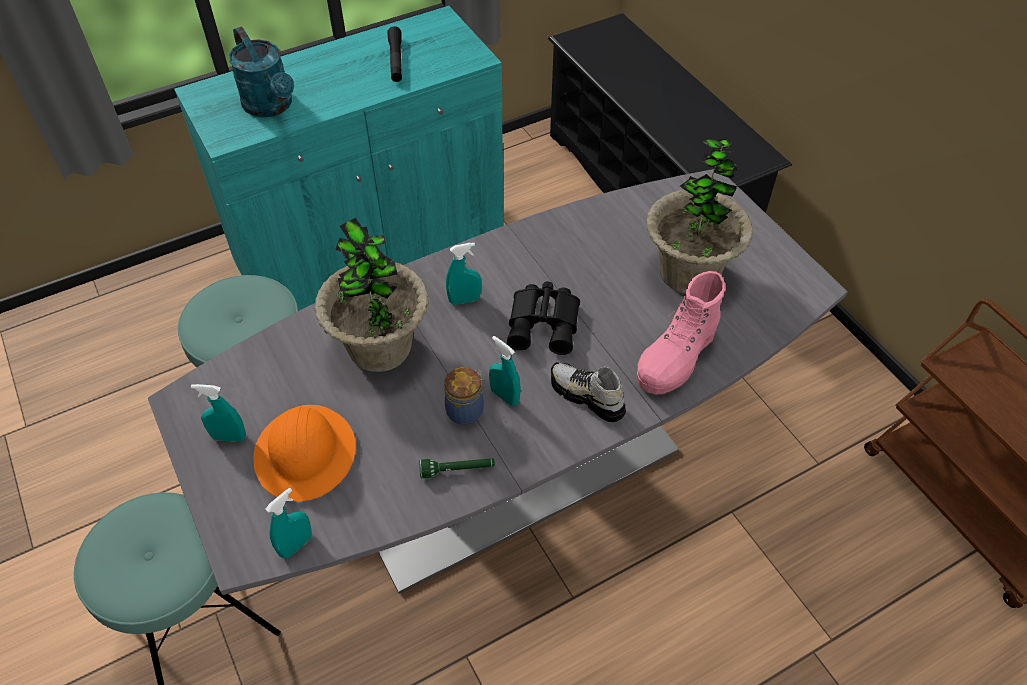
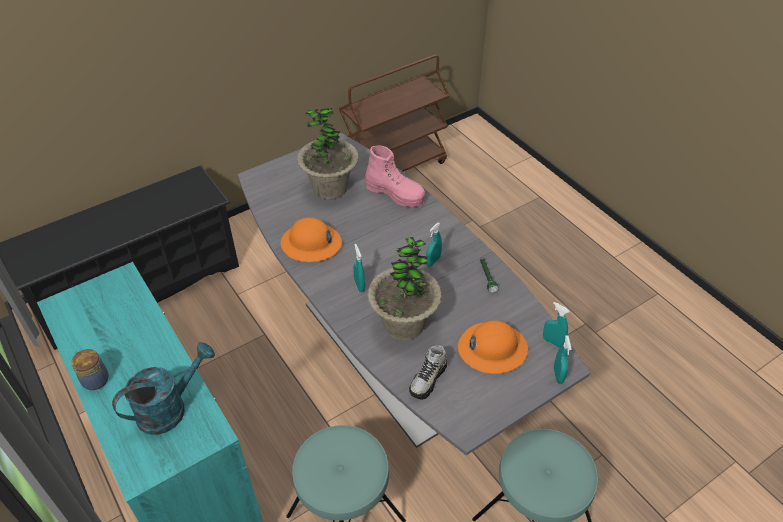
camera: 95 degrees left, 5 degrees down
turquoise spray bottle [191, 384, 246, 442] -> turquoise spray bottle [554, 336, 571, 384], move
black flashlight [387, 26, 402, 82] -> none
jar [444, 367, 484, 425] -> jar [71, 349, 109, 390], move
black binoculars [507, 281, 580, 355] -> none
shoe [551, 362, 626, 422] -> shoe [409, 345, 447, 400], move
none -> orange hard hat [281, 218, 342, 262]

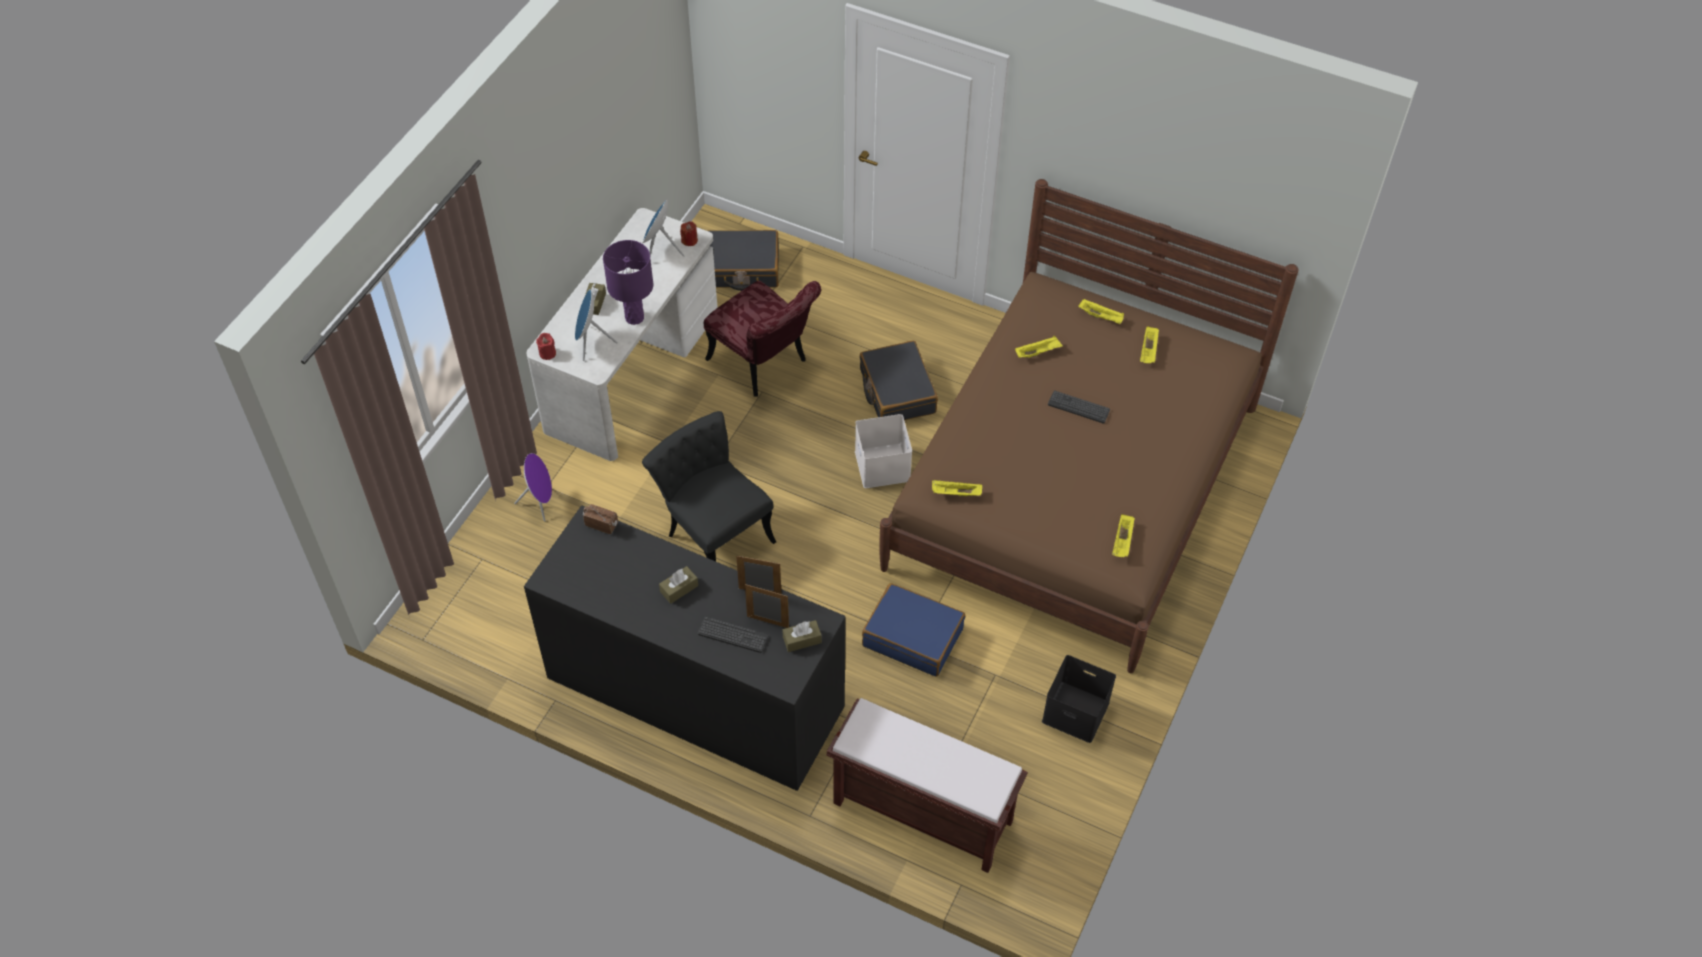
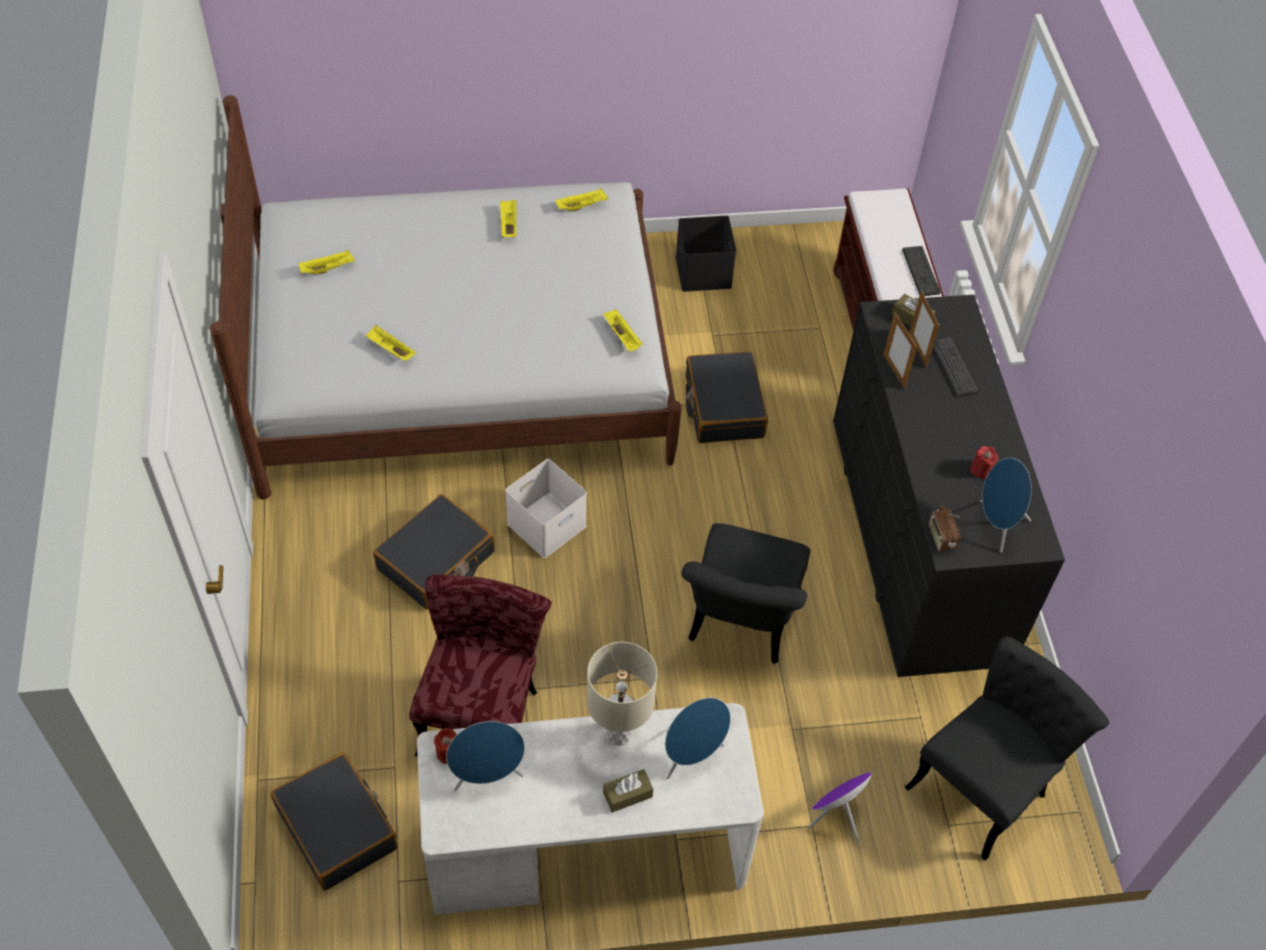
camera: 125 degrees left, 0 degrees up
red candle [536, 333, 556, 360] -> red candle [970, 446, 998, 479], move
purple table lamp [603, 240, 653, 325] -> beige table lamp [587, 642, 657, 746]
brown tissue box [659, 566, 698, 604] -> none
blue suitcase [862, 583, 965, 676] -> black suitcase [686, 351, 768, 443]
brown bed [879, 179, 1299, 673] -> white bed [210, 95, 681, 500]
keyboard [1048, 391, 1110, 424] -> keyboard [902, 246, 940, 296], move
yellow tray [1078, 299, 1124, 324] -> yellow tray [500, 200, 517, 237], move
none -> black chair [905, 637, 1110, 861]
none -> blue speaker [980, 458, 1032, 553]

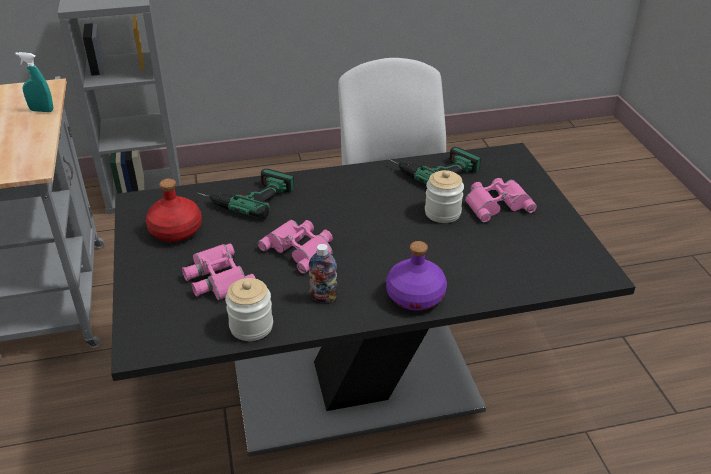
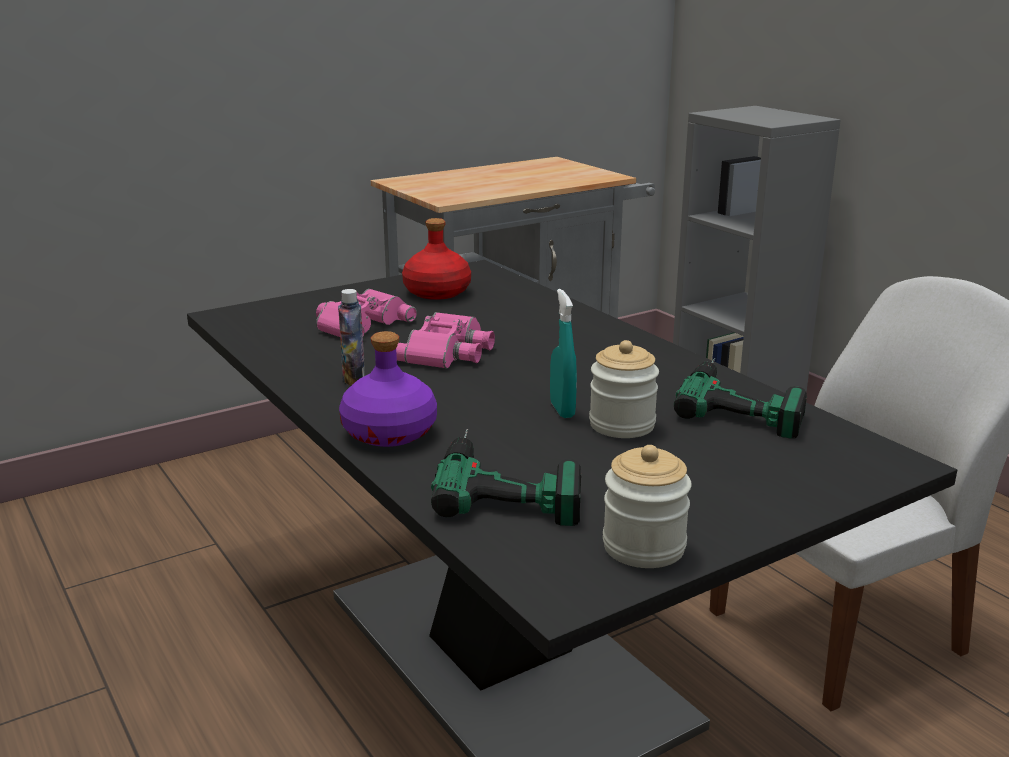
camera: 70 degrees right, 15 degrees down
turquoise spray bottle [15, 52, 53, 112] -> turquoise spray bottle [550, 289, 577, 418], move
power drill [197, 169, 294, 219] -> power drill [431, 429, 581, 526], move
jar [225, 278, 273, 341] -> jar [603, 445, 692, 568], move
pink binoculars [465, 178, 537, 223] -> none

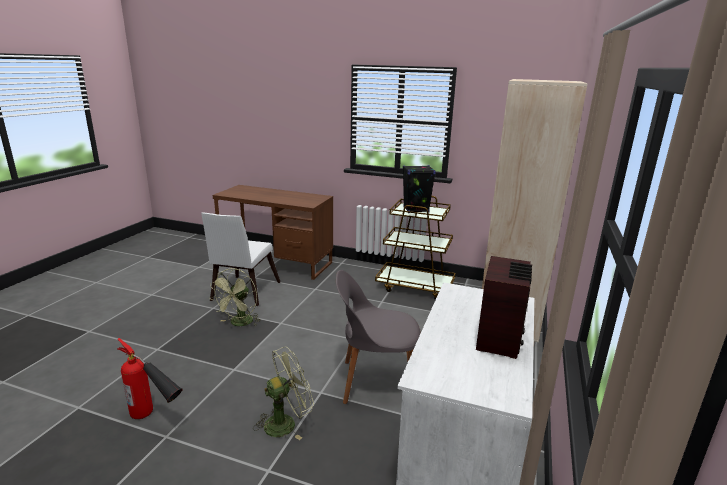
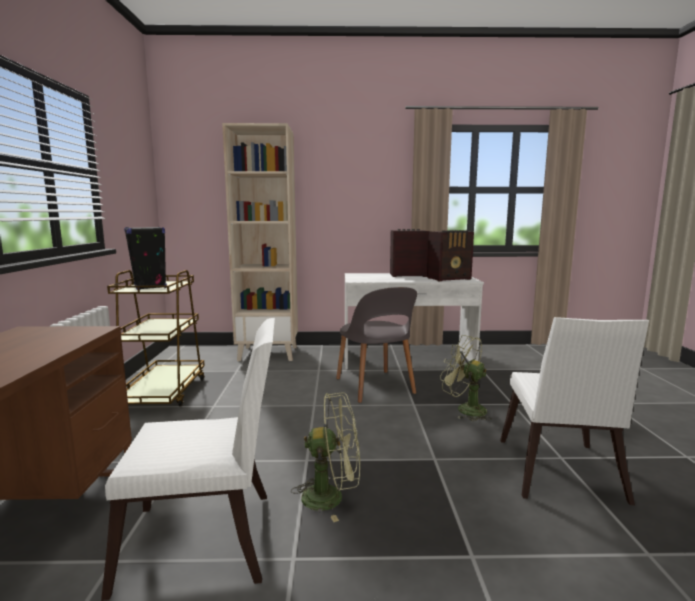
camera: 110 degrees left, 10 degrees down
fire extinguisher [117, 338, 183, 419] -> white chair [500, 317, 649, 505]
none -> radio [427, 230, 474, 281]

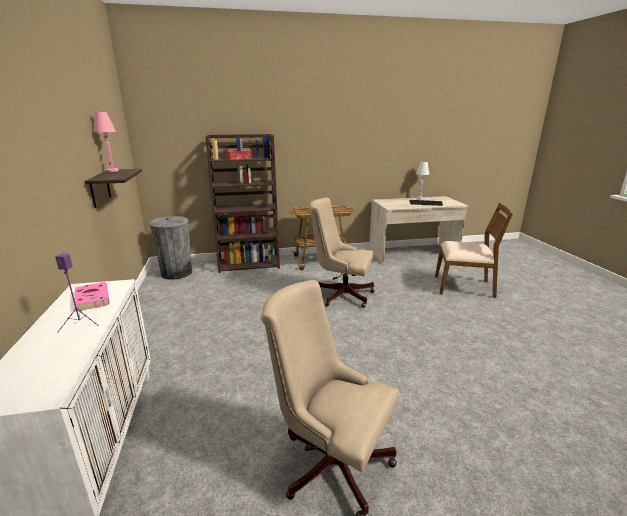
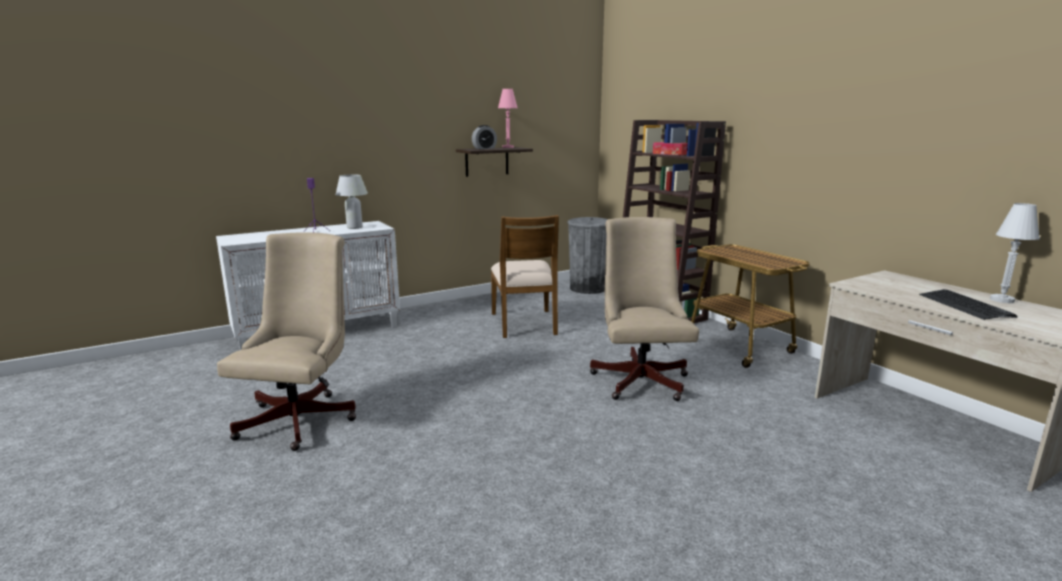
camera: 70 degrees right, 5 degrees down
pink book [74, 282, 110, 311] -> white table lamp [336, 175, 368, 229]
brown chair [435, 203, 513, 298] -> brown chair [491, 215, 559, 338], move
none -> alarm clock [472, 125, 497, 149]

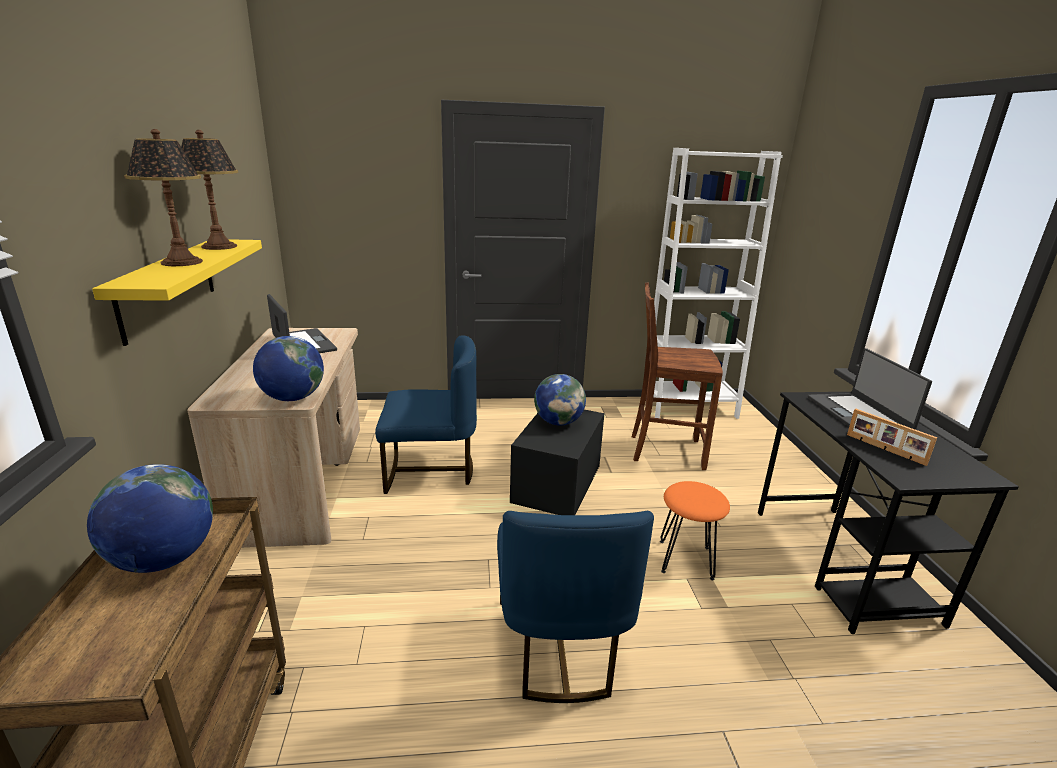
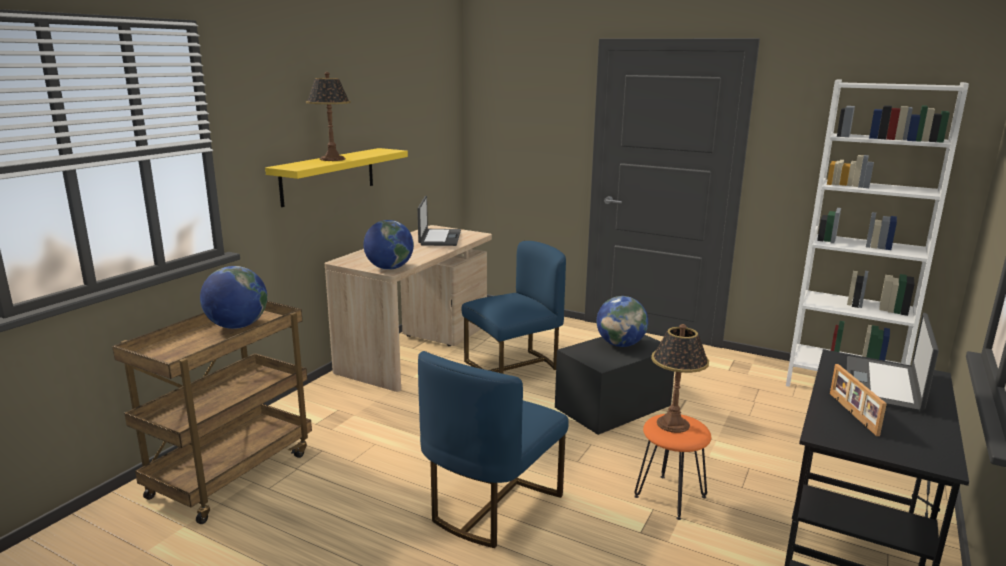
camera: 35 degrees right, 5 degrees down
table lamp [181, 130, 238, 250] -> table lamp [651, 324, 709, 433], move
blue chair [375, 335, 477, 494] -> blue chair [462, 241, 566, 374], 60 degrees counterclockwise
brown chair [632, 283, 723, 470] -> none

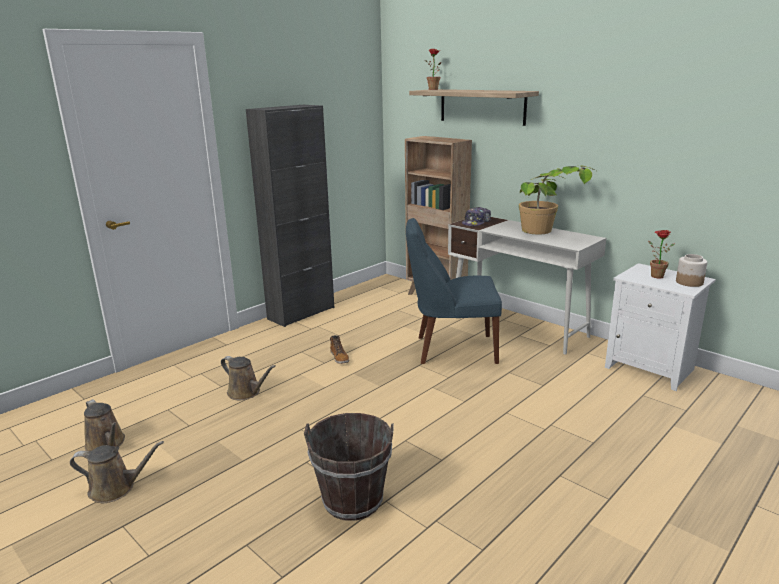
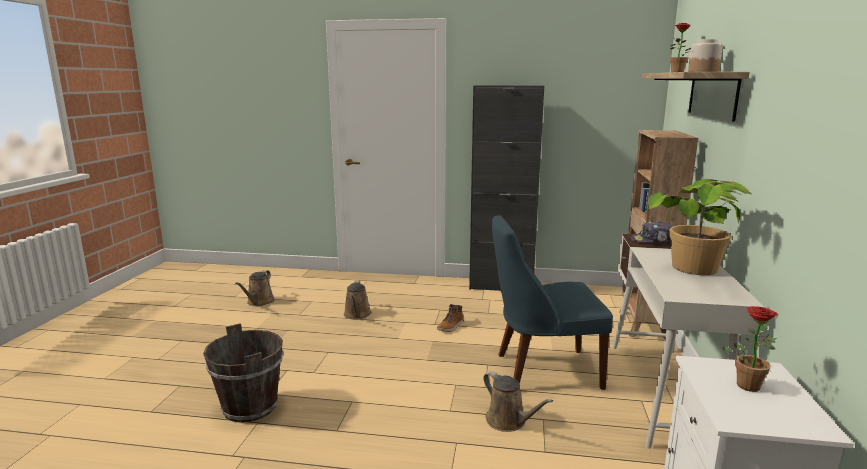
camera: 55 degrees right, 5 degrees down
brown watering can [70, 441, 164, 503] -> brown watering can [483, 371, 553, 432], move
blue chair [406, 218, 502, 364] -> blue chair [492, 215, 613, 390], 60 degrees counterclockwise
jar [676, 254, 707, 287] -> jar [688, 39, 723, 72], move

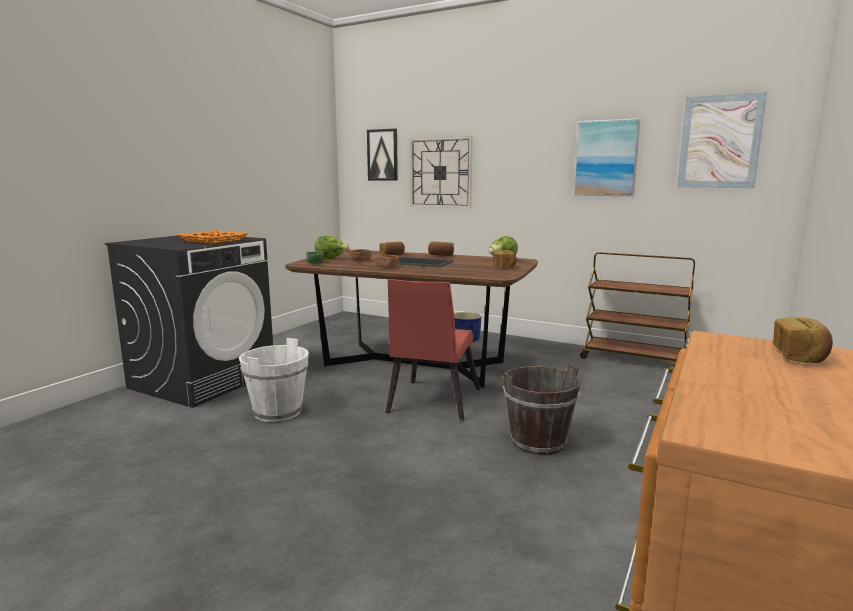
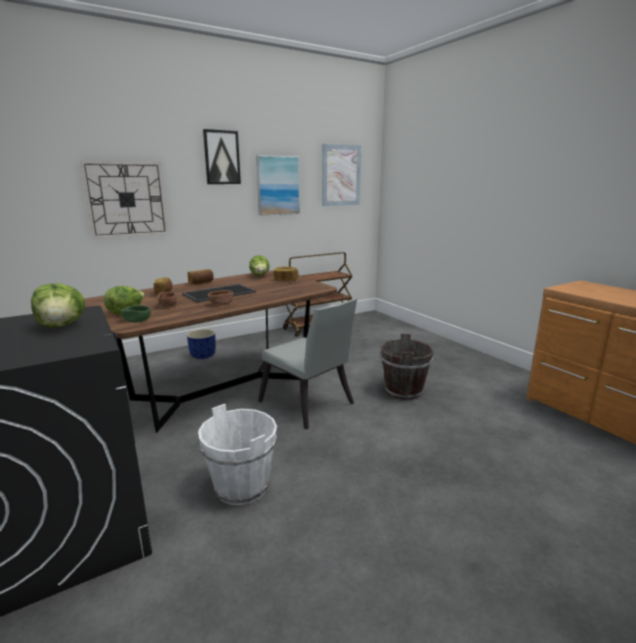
camera: 60 degrees left, 5 degrees up
orange tray [177, 230, 248, 244] -> lettuce [31, 284, 85, 327]
picture [367, 129, 398, 181] -> picture [203, 129, 241, 184], move
red chair [385, 279, 480, 421] -> grey chair [258, 299, 357, 430]
bread [773, 317, 833, 363] -> none

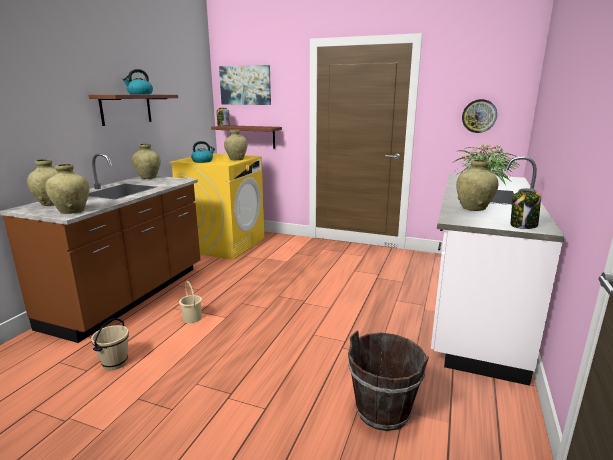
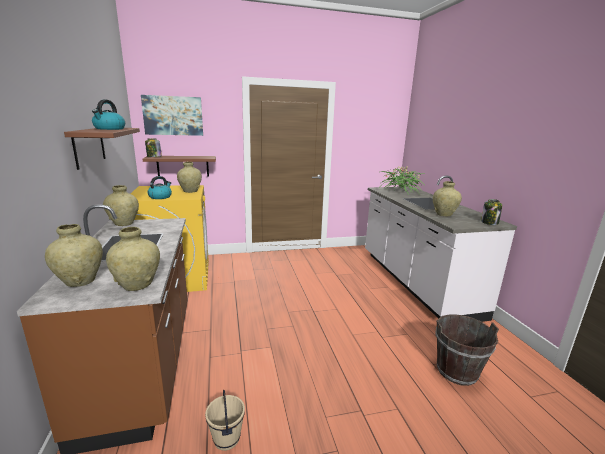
camera: 35 degrees left, 0 degrees up
beige bucket [179, 281, 202, 323] -> none
wall clock [462, 99, 497, 133] -> none

